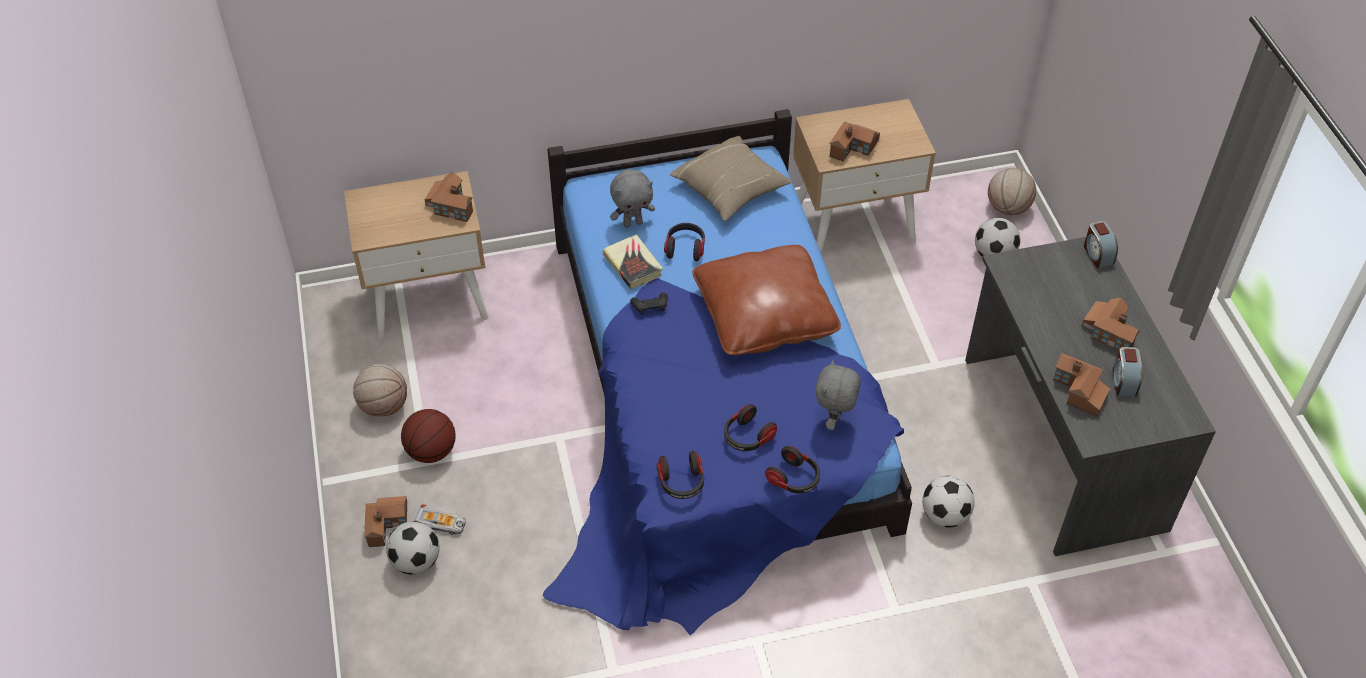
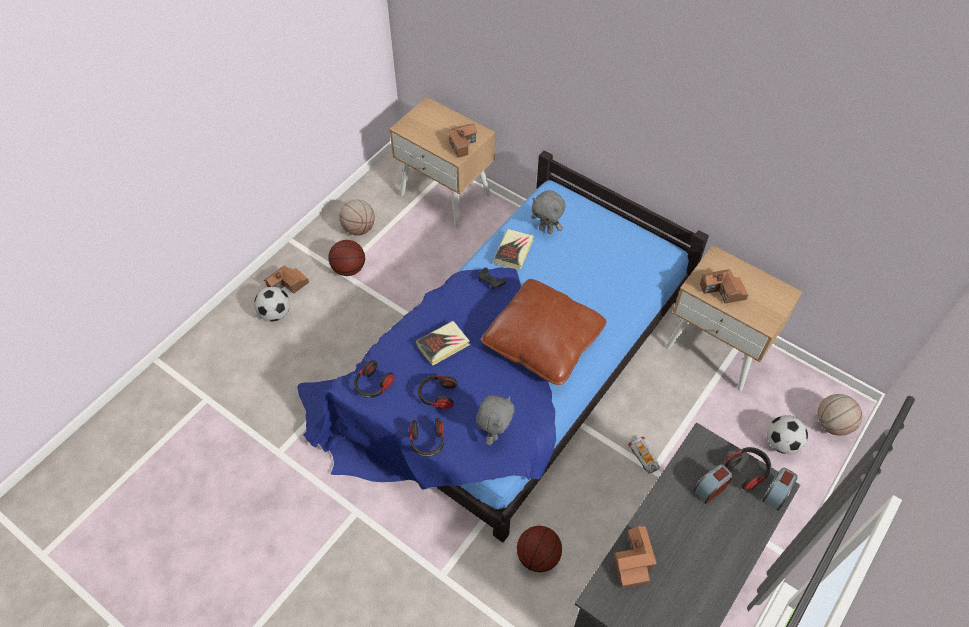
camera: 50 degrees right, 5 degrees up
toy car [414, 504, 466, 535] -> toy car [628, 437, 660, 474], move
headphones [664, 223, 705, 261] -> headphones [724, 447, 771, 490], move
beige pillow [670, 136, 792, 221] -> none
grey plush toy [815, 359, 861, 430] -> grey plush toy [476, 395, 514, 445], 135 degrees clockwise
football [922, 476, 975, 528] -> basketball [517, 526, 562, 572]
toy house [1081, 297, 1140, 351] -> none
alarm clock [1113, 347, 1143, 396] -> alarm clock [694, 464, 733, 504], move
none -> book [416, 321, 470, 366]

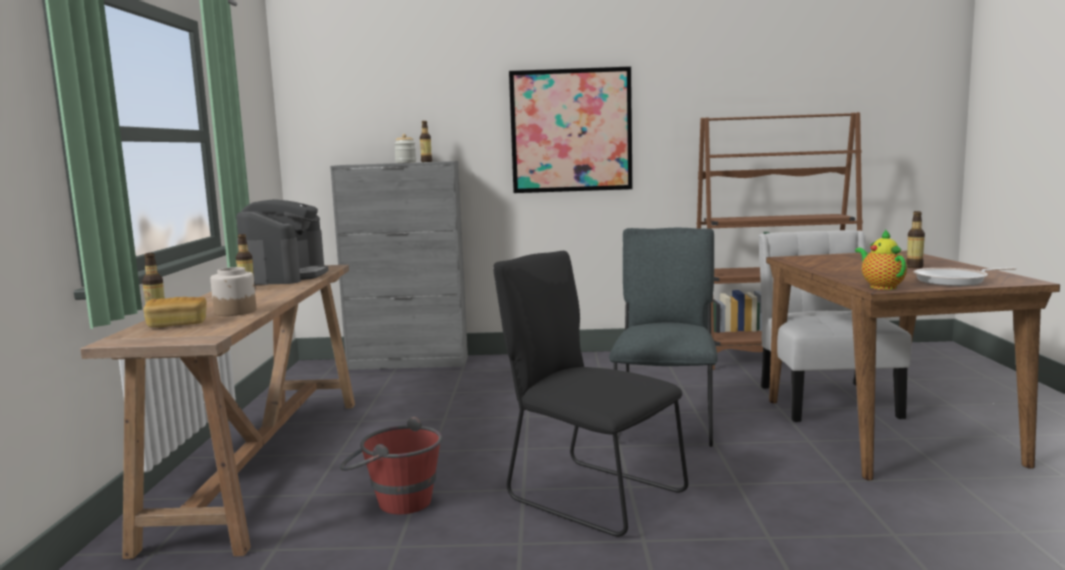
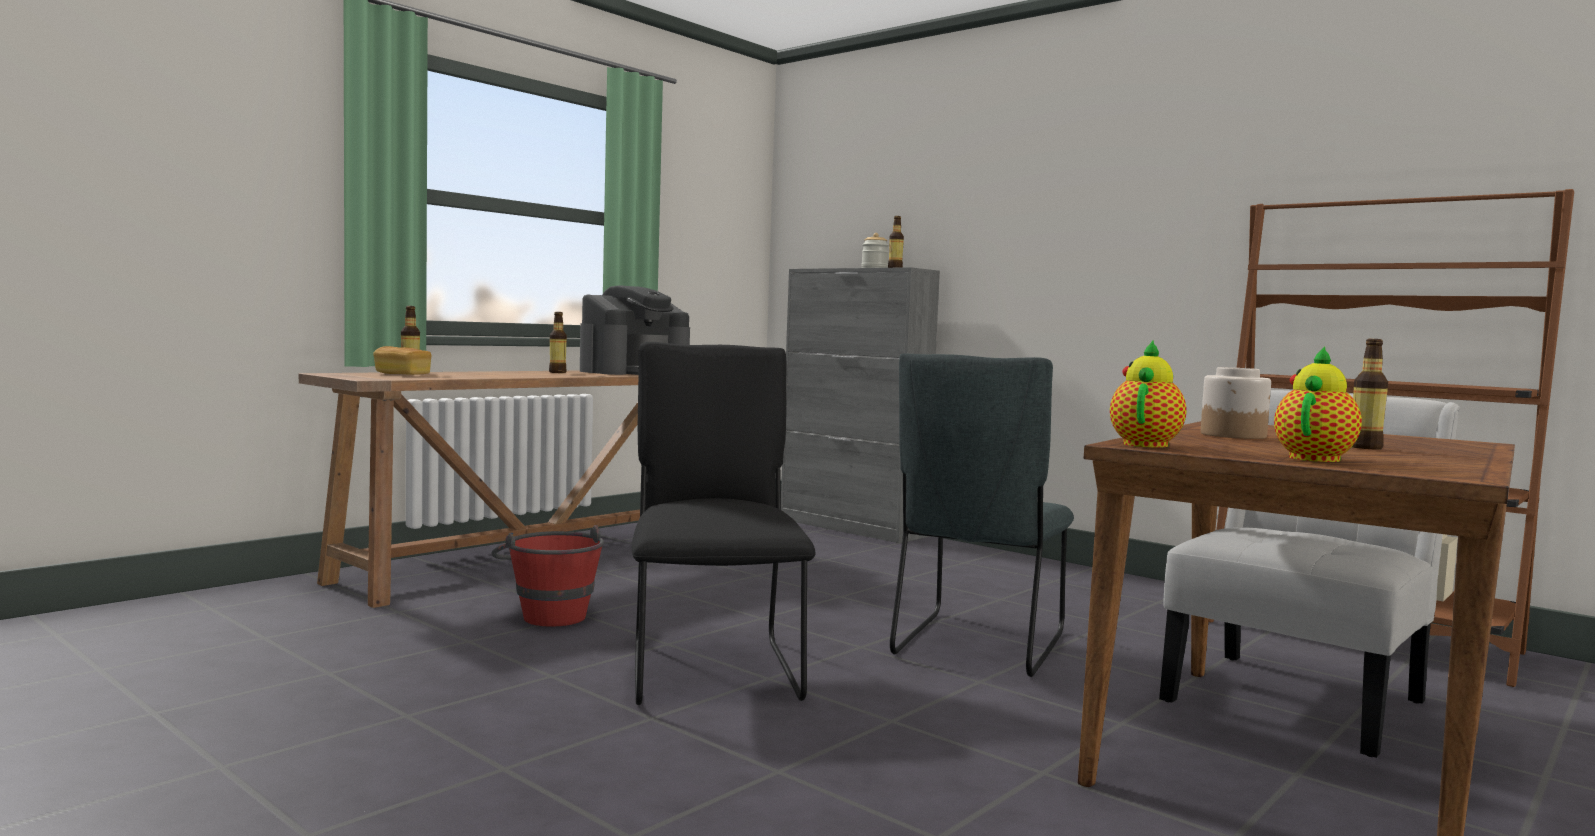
camera: 40 degrees right, 5 degrees down
jar [210, 267, 257, 316] -> jar [1201, 367, 1271, 439], move
picture [509, 66, 633, 193] -> none
grey chair [609, 228, 718, 447] -> grey chair [890, 353, 1074, 677], 150 degrees clockwise
frying pan [914, 268, 1017, 286] -> teapot [1274, 346, 1362, 462]

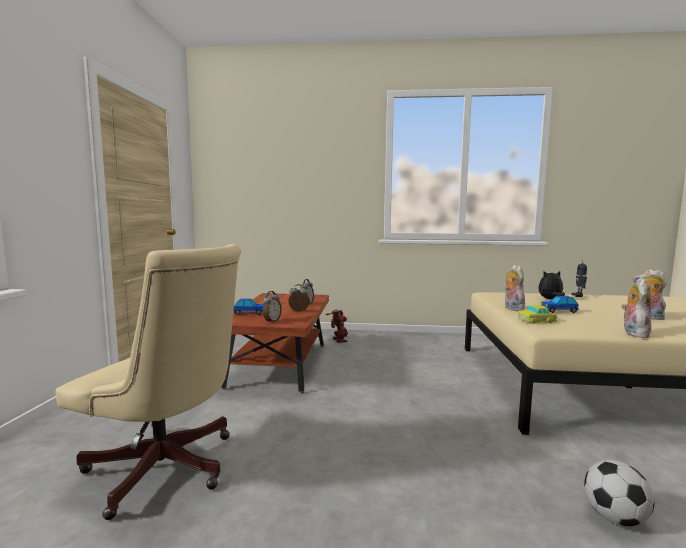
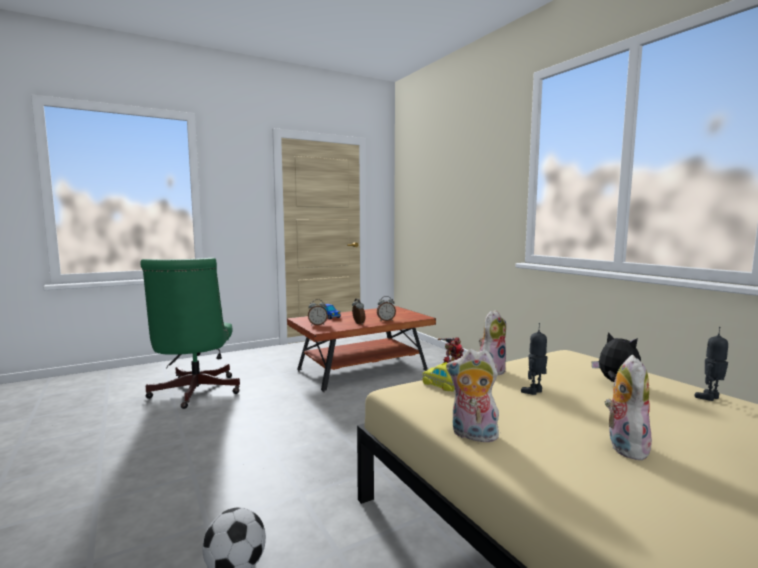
camera: 55 degrees right, 0 degrees up
beige office chair [56, 244, 241, 520] -> green office chair [141, 258, 240, 409]
toy car [541, 296, 579, 313] -> toy robot [521, 323, 548, 395]
plush toy [622, 278, 652, 338] -> plush toy [446, 349, 499, 442], 150 degrees counterclockwise

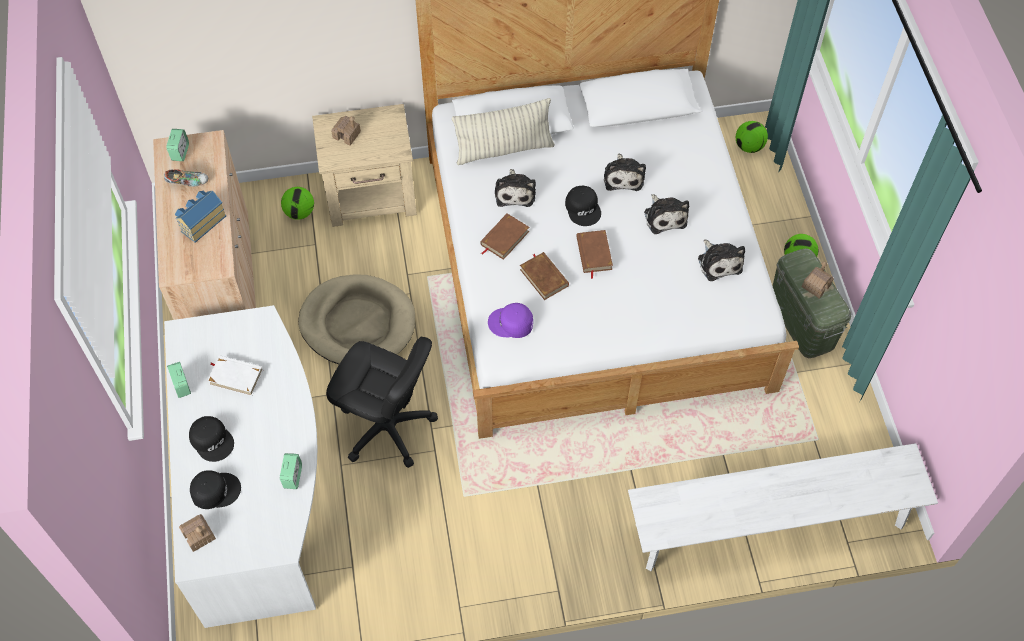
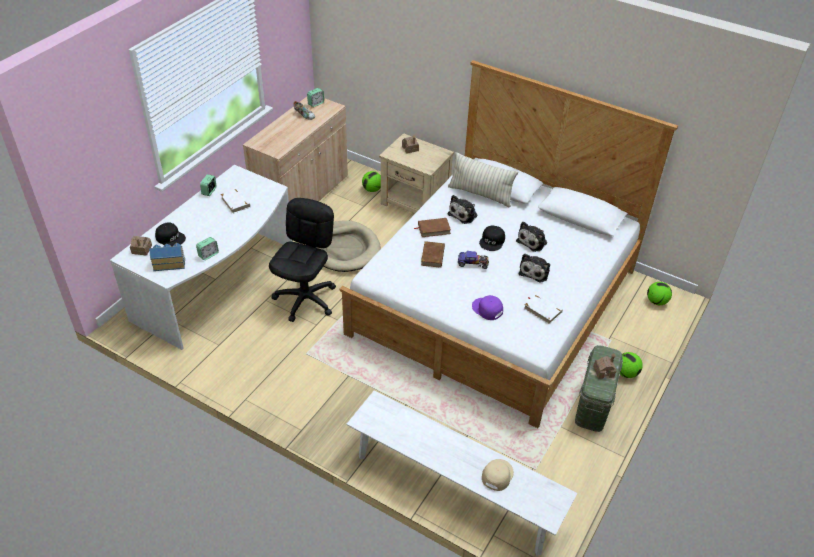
camera: 40 degrees right, 15 degrees down
toy house [175, 191, 226, 243] -> toy house [149, 243, 185, 271], move
black cap [189, 416, 234, 462] -> none
black office chair [326, 337, 438, 468] -> black office chair [269, 198, 336, 322], 135 degrees counterclockwise
purple cap [488, 303, 533, 338] -> purple cap [472, 295, 503, 320], move
brown book [577, 230, 613, 279] -> toy car [458, 251, 489, 269]
plush toy [698, 239, 745, 281] -> white book [523, 294, 563, 325]
none -> beige cap [482, 459, 514, 491]

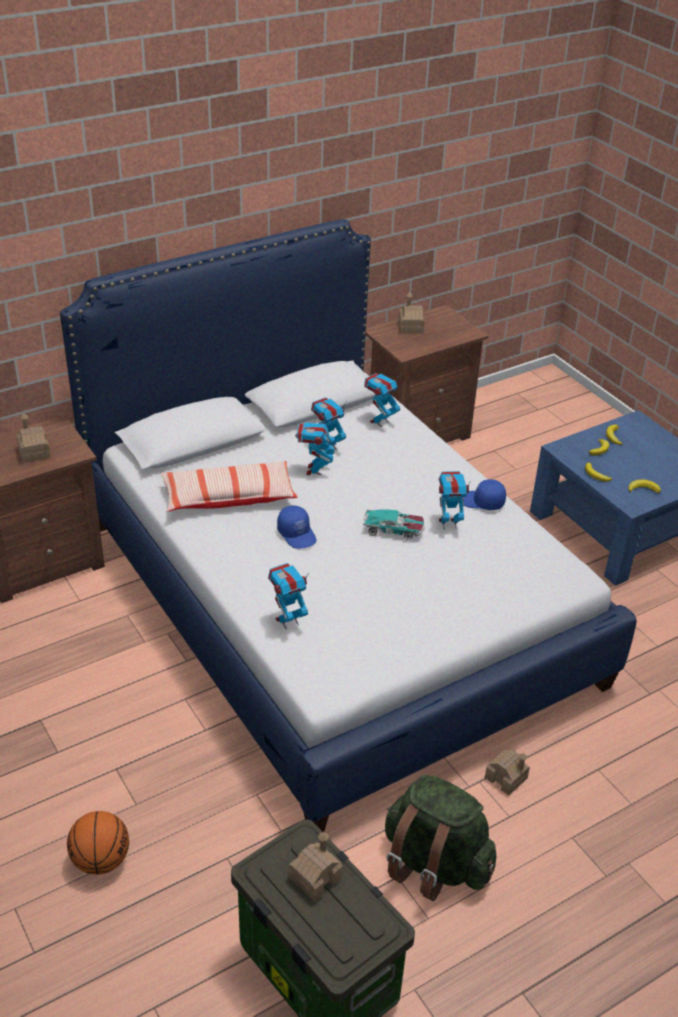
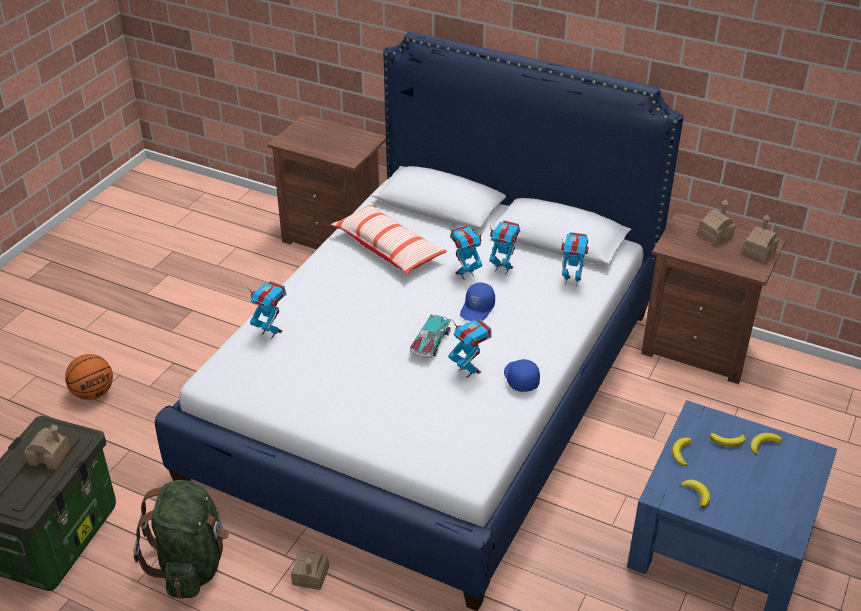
camera: 60 degrees right, 0 degrees up
toy house [16, 413, 51, 463] -> toy house [741, 214, 779, 262], move
blue cap [277, 505, 317, 549] -> blue cap [460, 283, 495, 321], move
toy car [363, 509, 425, 540] -> toy car [410, 314, 451, 358], 45 degrees clockwise

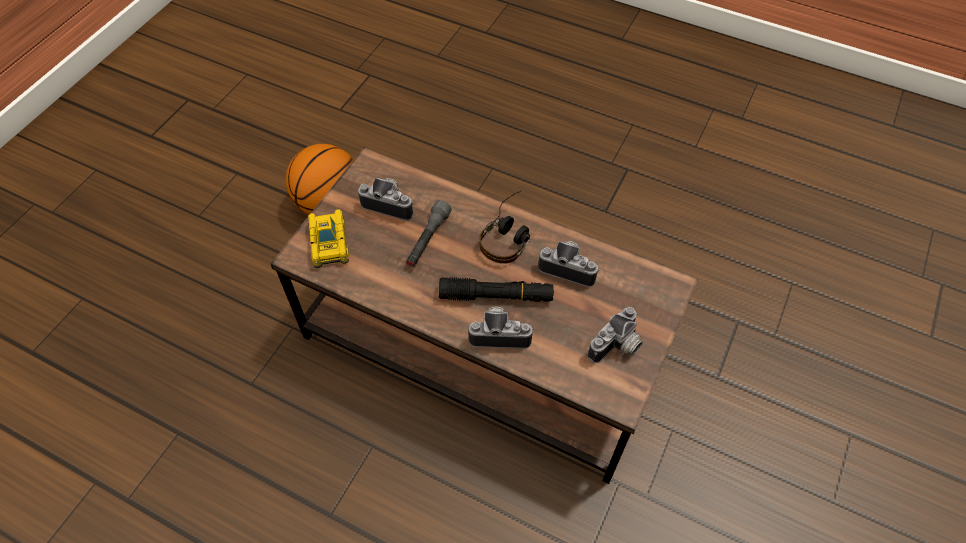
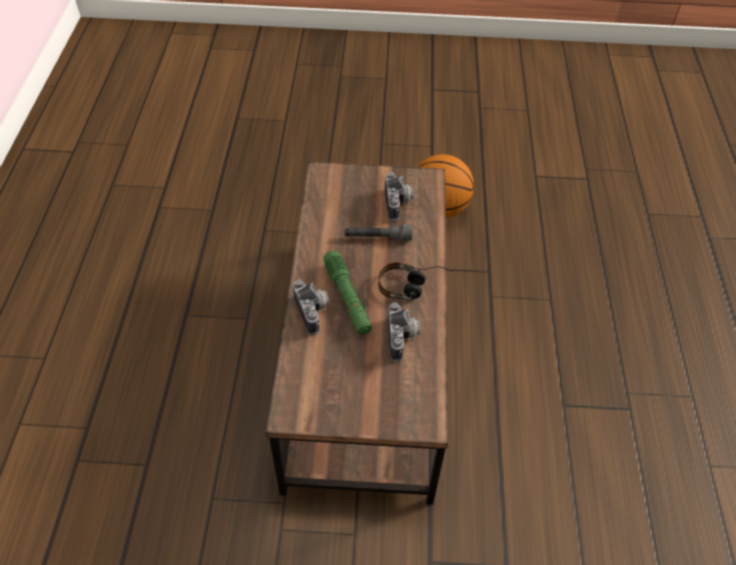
camera: 65 degrees right, 5 degrees down
toy car [308, 209, 349, 268] -> none
black flashlight [439, 277, 554, 302] -> green flashlight [323, 251, 372, 335]
photo camera [588, 307, 643, 363] -> none

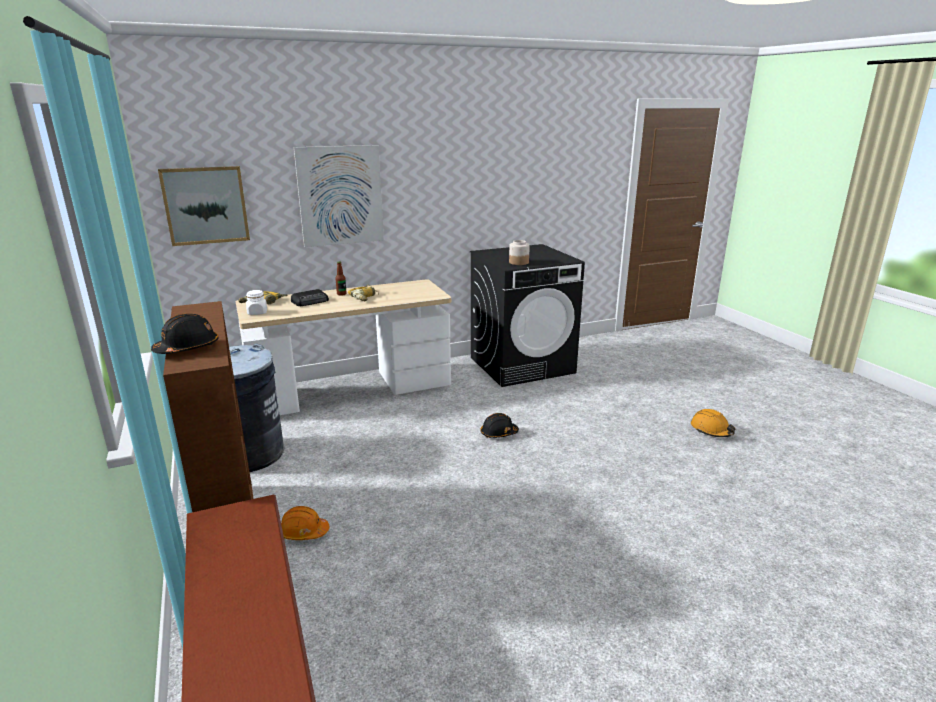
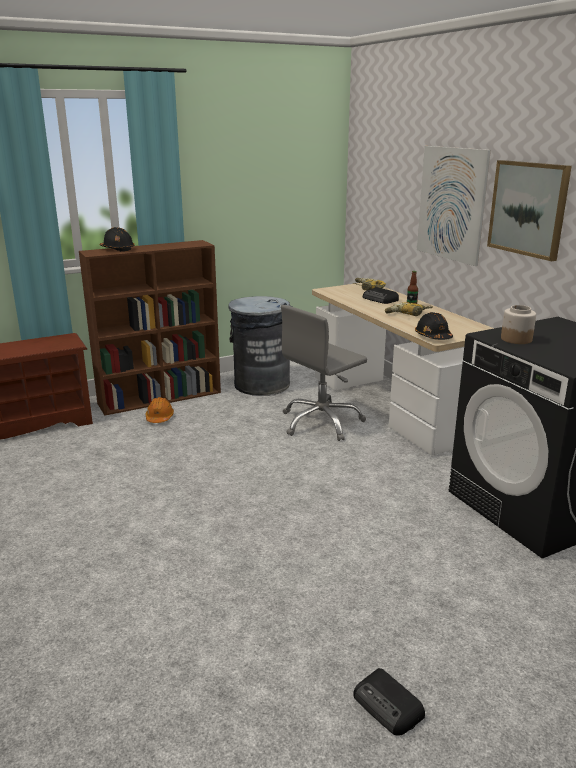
camera: 85 degrees right, 0 degrees up
picture [158, 166, 250, 246] -> picture [487, 160, 572, 261], move
white jar [246, 290, 267, 315] -> none
black hard hat [480, 413, 519, 438] -> black hard hat [415, 312, 453, 340], move
orange hard hat [691, 409, 735, 437] -> radio [353, 668, 425, 736]
none -> grey office chair [281, 305, 367, 441]

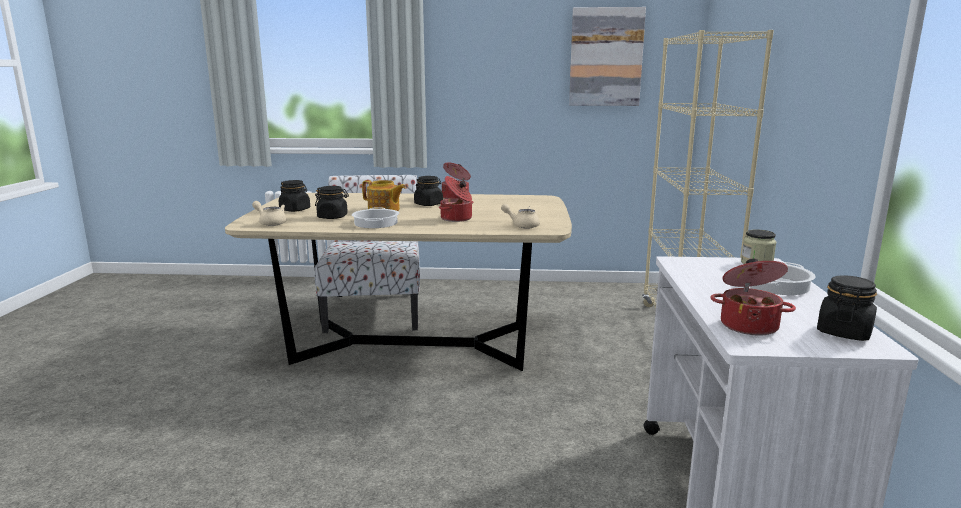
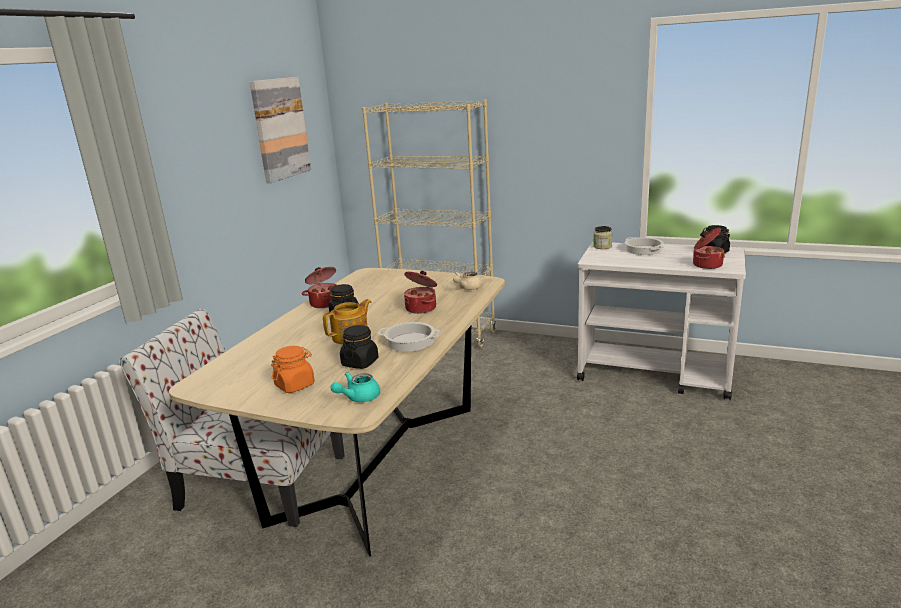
camera: 70 degrees left, 5 degrees up
beige teapot [252, 201, 287, 226] -> turquoise teapot [331, 372, 380, 402]
black jar [279, 180, 310, 212] -> orange jar [271, 346, 315, 393]

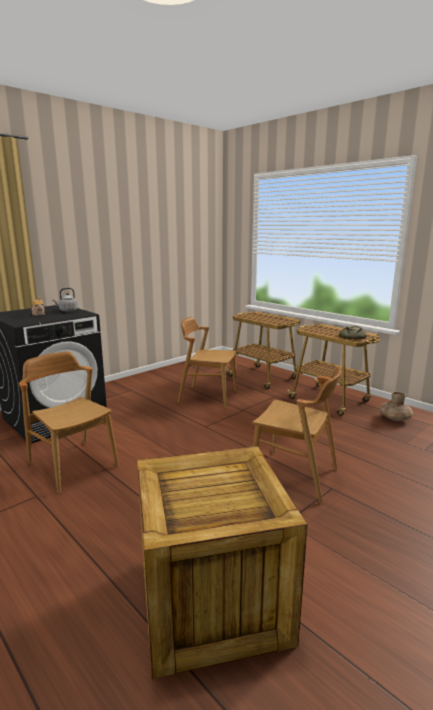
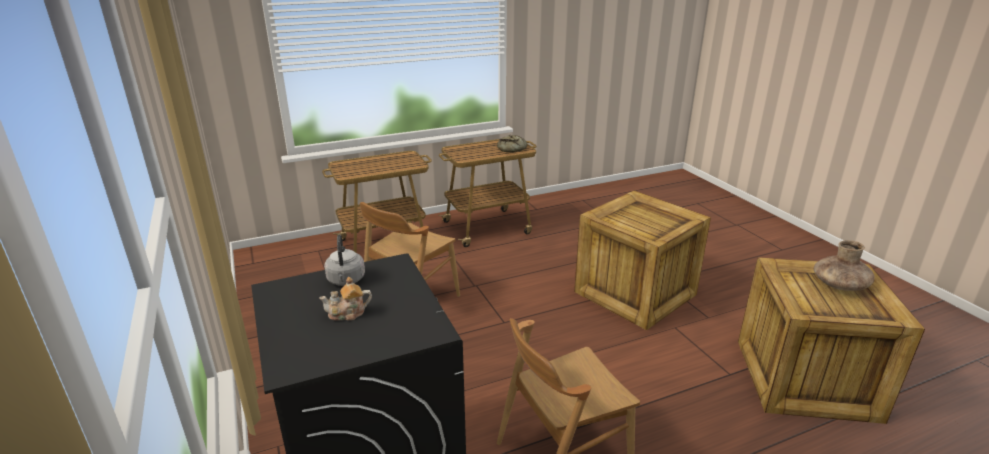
camera: 70 degrees left, 10 degrees up
brown chair [252, 367, 341, 504] -> crate [574, 190, 711, 330]
brown vase [379, 392, 413, 421] -> brown vase [814, 240, 875, 291], move

